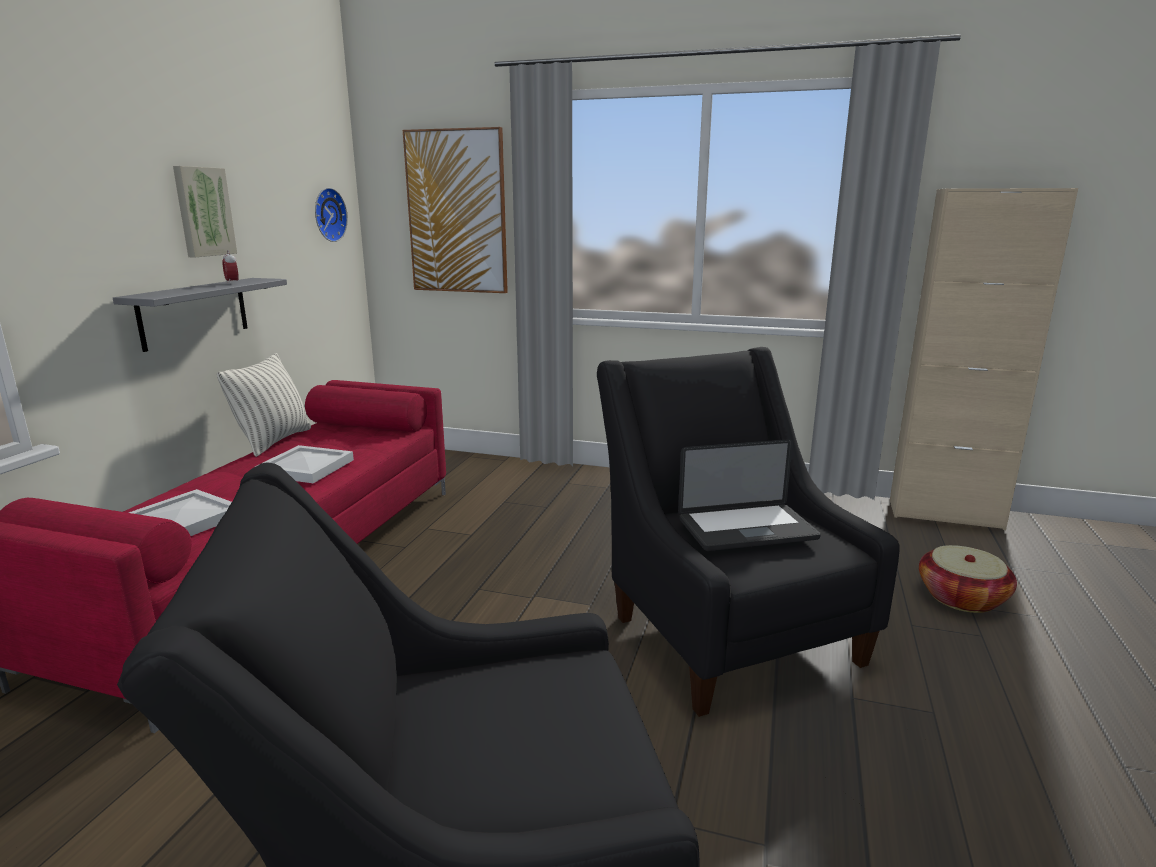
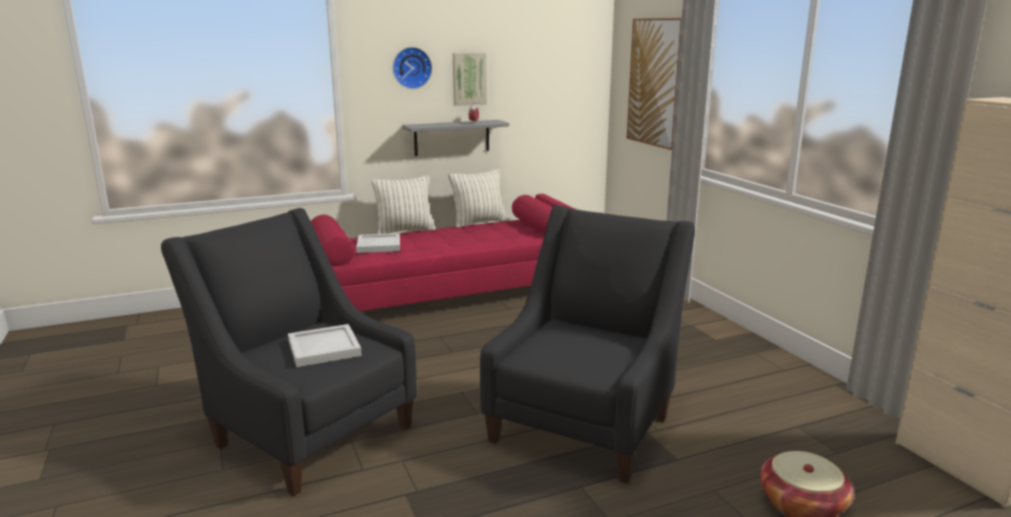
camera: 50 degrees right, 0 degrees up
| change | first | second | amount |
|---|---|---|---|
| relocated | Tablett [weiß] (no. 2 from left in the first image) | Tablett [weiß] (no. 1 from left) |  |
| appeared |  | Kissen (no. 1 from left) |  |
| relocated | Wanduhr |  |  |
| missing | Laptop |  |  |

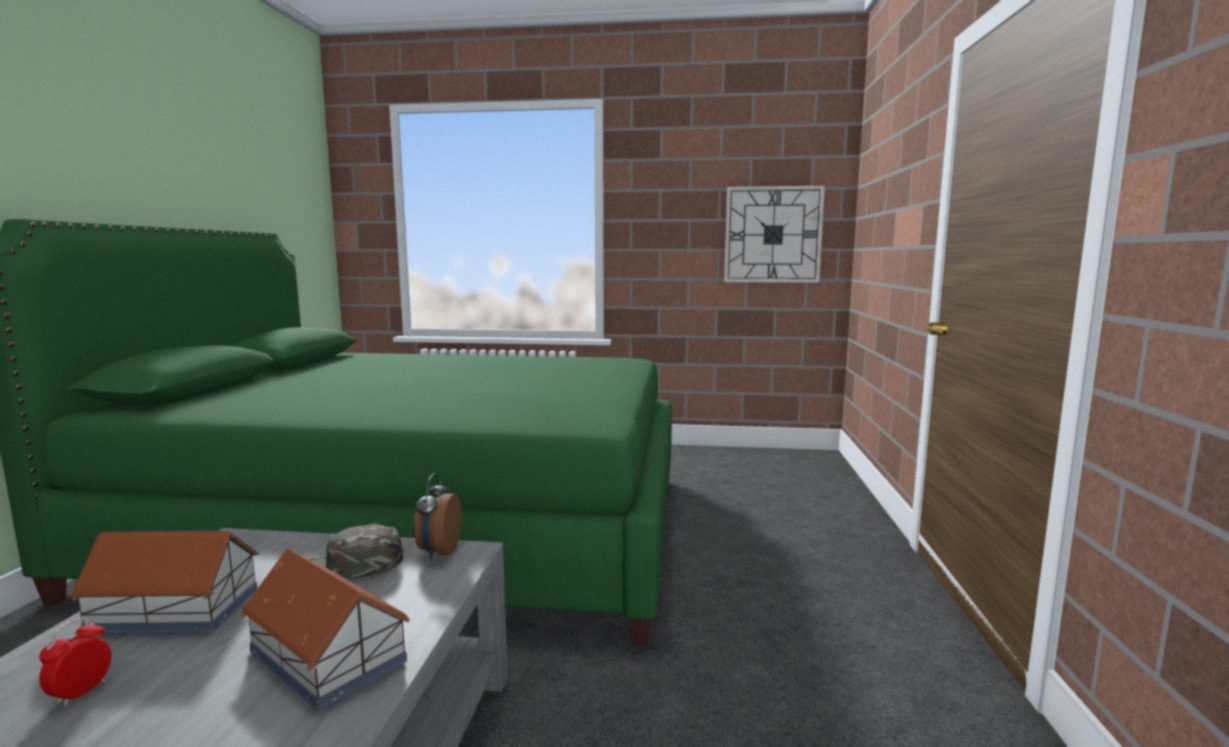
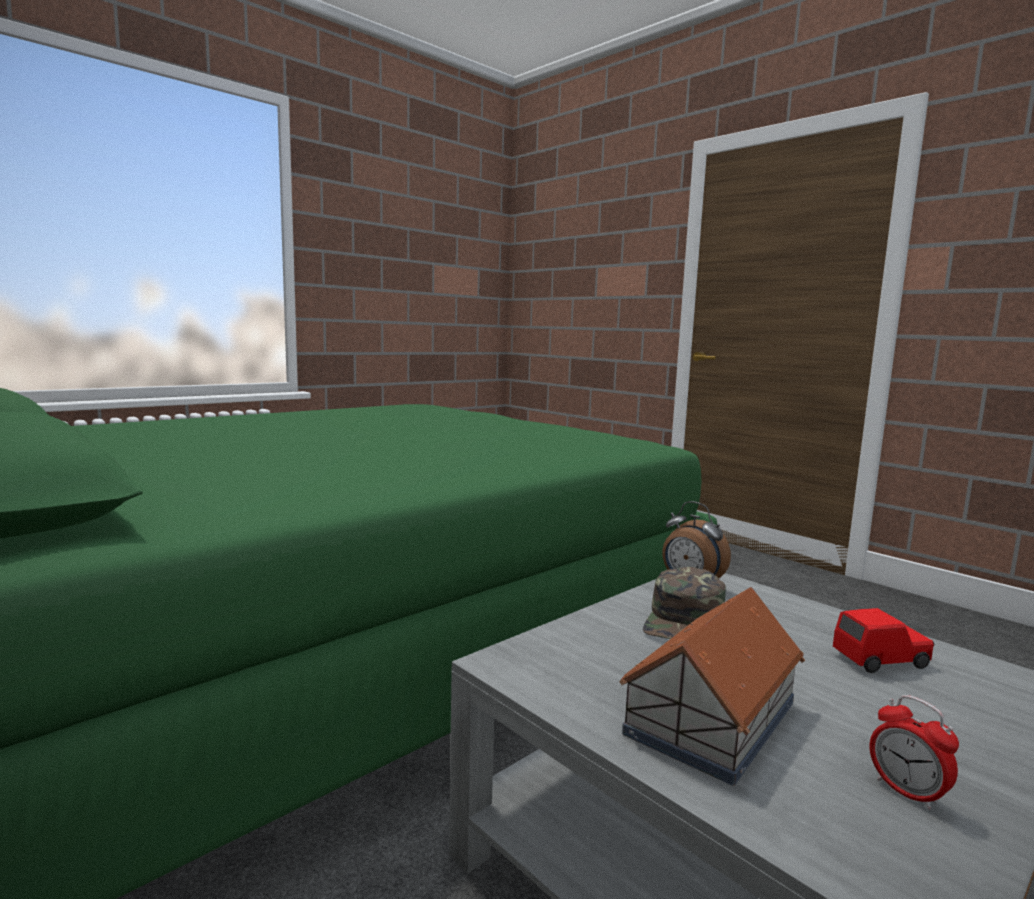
camera: 50 degrees left, 0 degrees up
| change | first | second | amount |
|---|---|---|---|
| exchanged | Spielzeughaus (no. 2 from left) | Spielzeugauto [rot] |  |
| missing | Wanduhr |  |  |

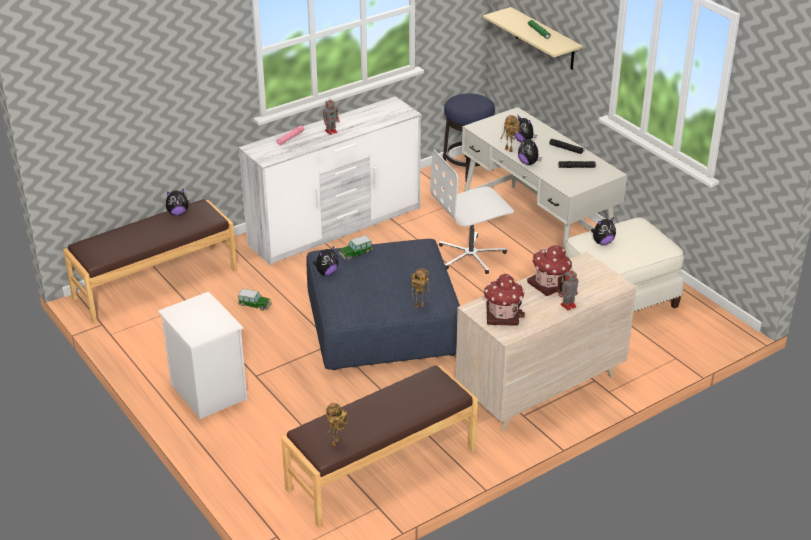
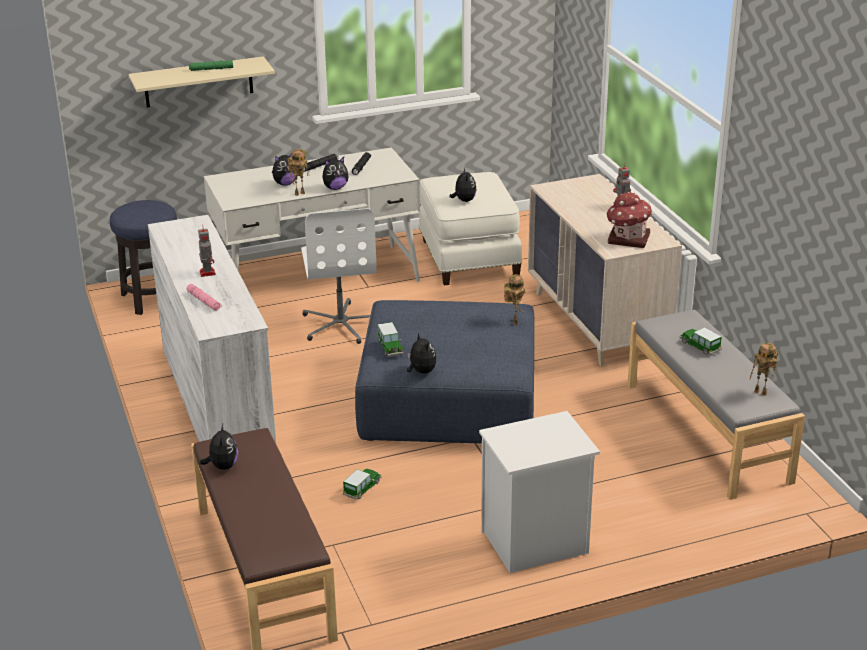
camera: 75 degrees left, 5 degrees down
| change | first | second | amount |
|---|---|---|---|
| colour | Bank [braun] (no. 2 from left) | Bank [grau] |  |
| appeared |  | Spielzeugauto (no. 3 from left) |  |
| missing | Spielzeughaus (no. 2 from left) |  |  |

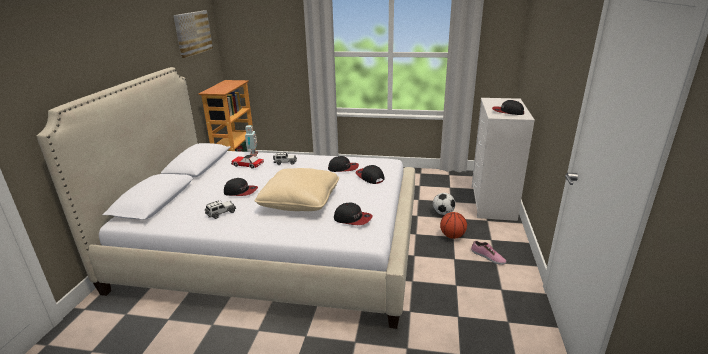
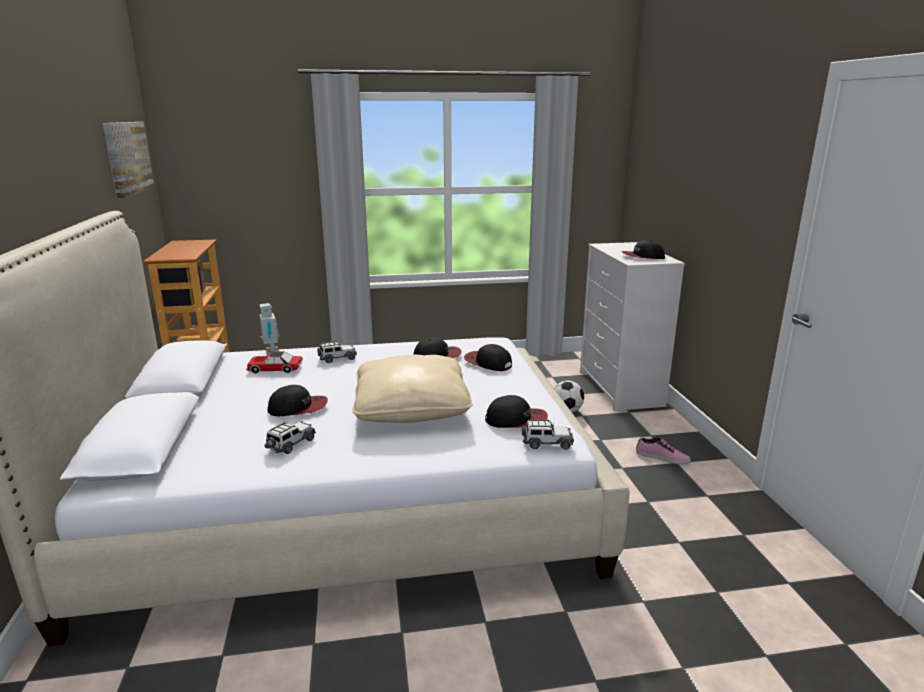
camera: 20 degrees left, 5 degrees down
| change | first | second | amount |
|---|---|---|---|
| appeared |  | Spielzeugauto (no. 4 from left) |  |
| missing | Basketball |  |  |

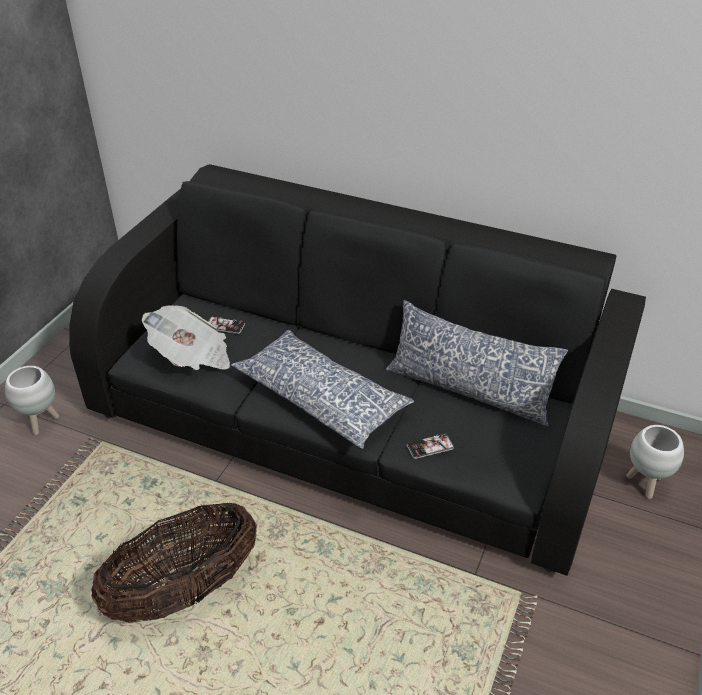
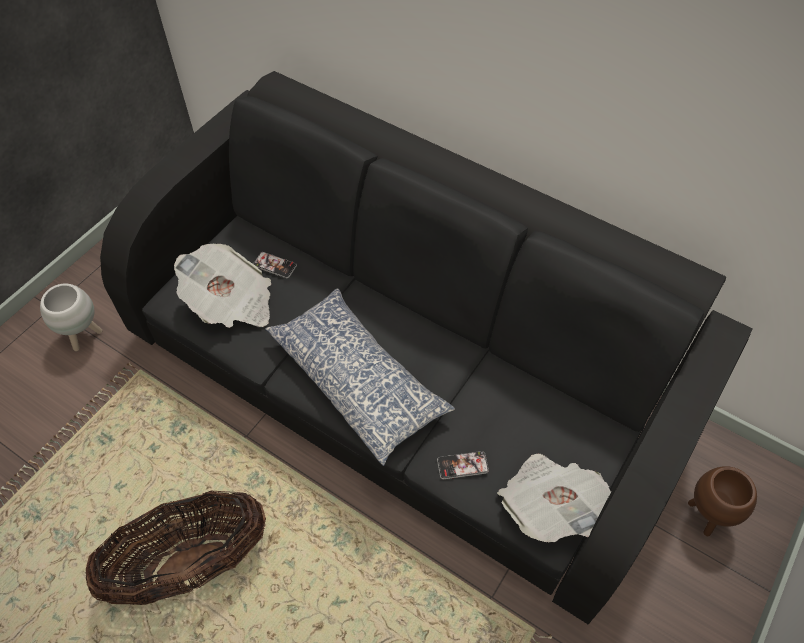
camera: 10 degrees right, 15 degrees up
| change | first | second | amount |
|---|---|---|---|
| appeared |  | Zeitung (no. 2 from left) |  |
| colour | Pflanzkübel [weiß] (no. 2 from left) | Pflanzkübel [braun] |  |
| missing | Kissen (no. 2 from left) |  |  |

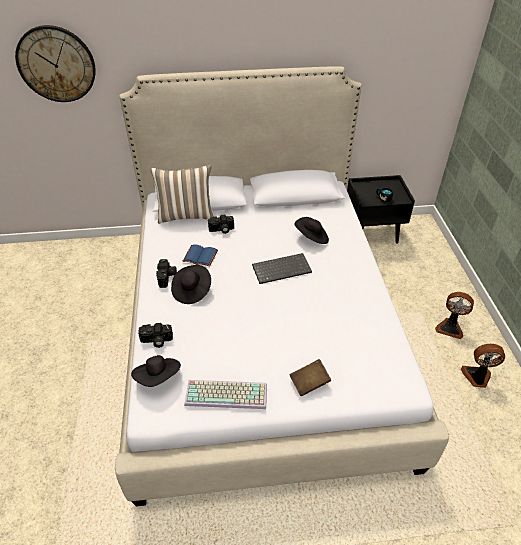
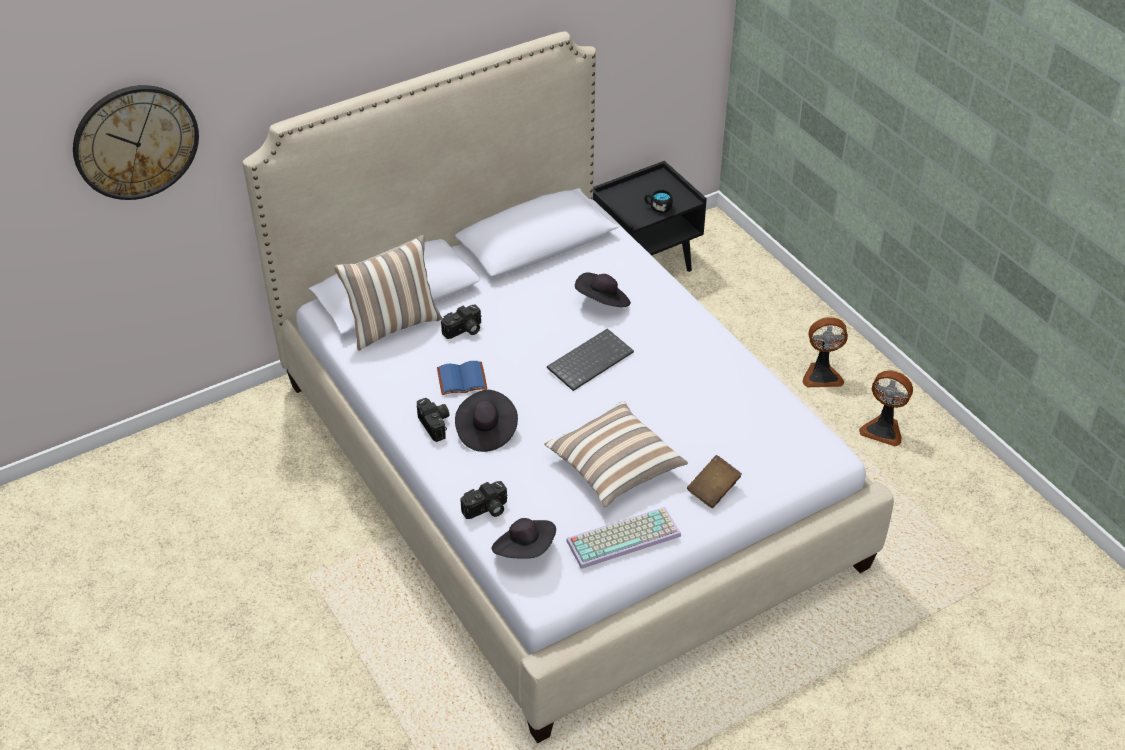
camera: 25 degrees left, 0 degrees up
| change | first | second | amount |
|---|---|---|---|
| appeared |  | Kissen (no. 2 from left) |  |
| spun | Ventilator (no. 2 from left) |  | 135 degrees counterclockwise |

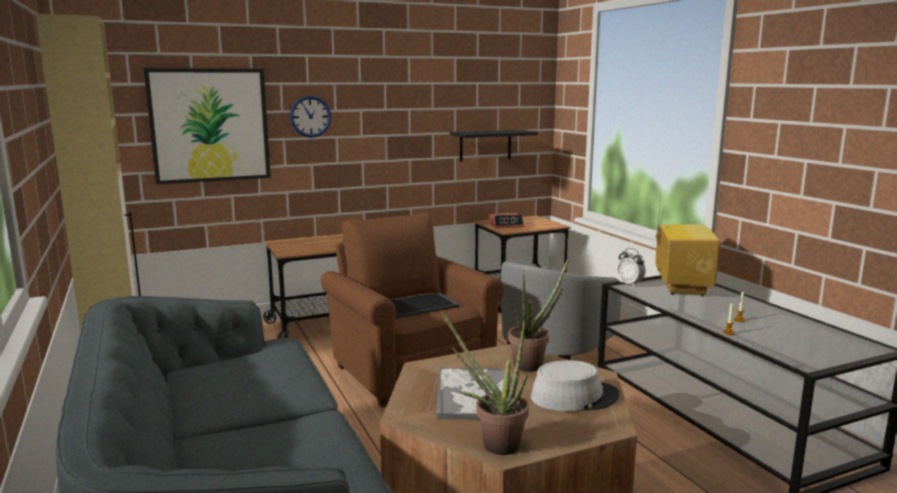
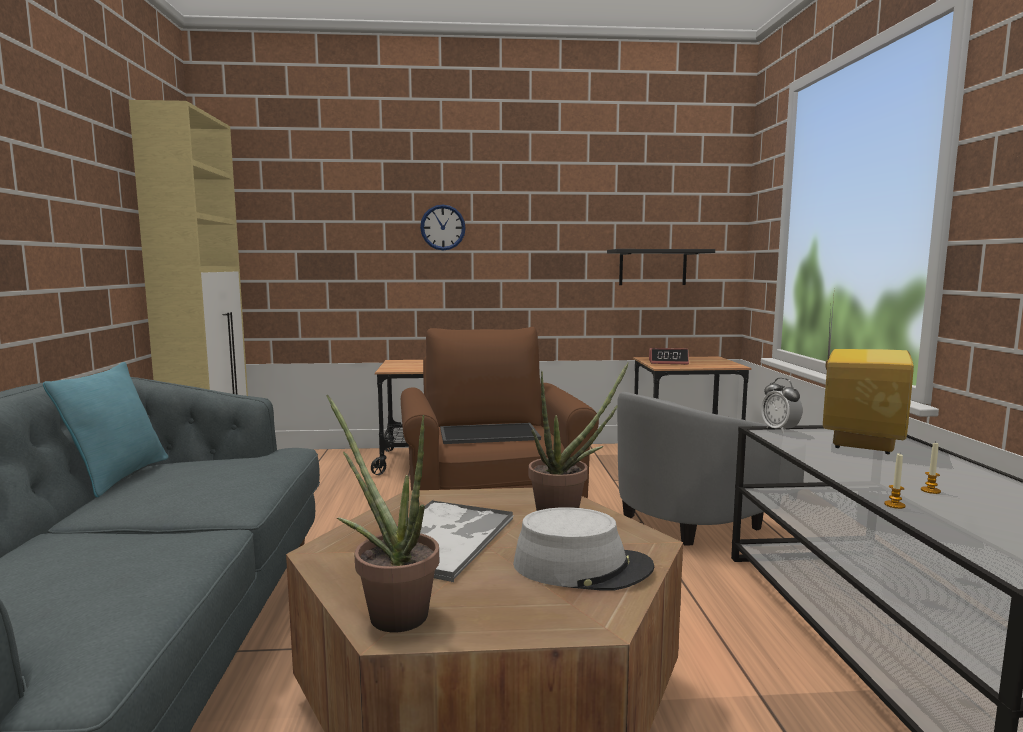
camera: 20 degrees right, 5 degrees down
| change | first | second | amount |
|---|---|---|---|
| appeared |  | Kissen [türkis] |  |
| missing | Bild |  |  |

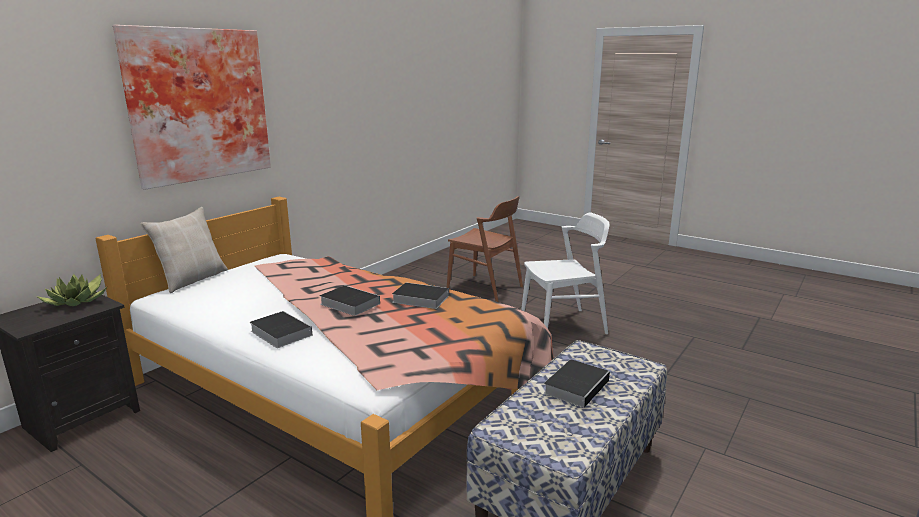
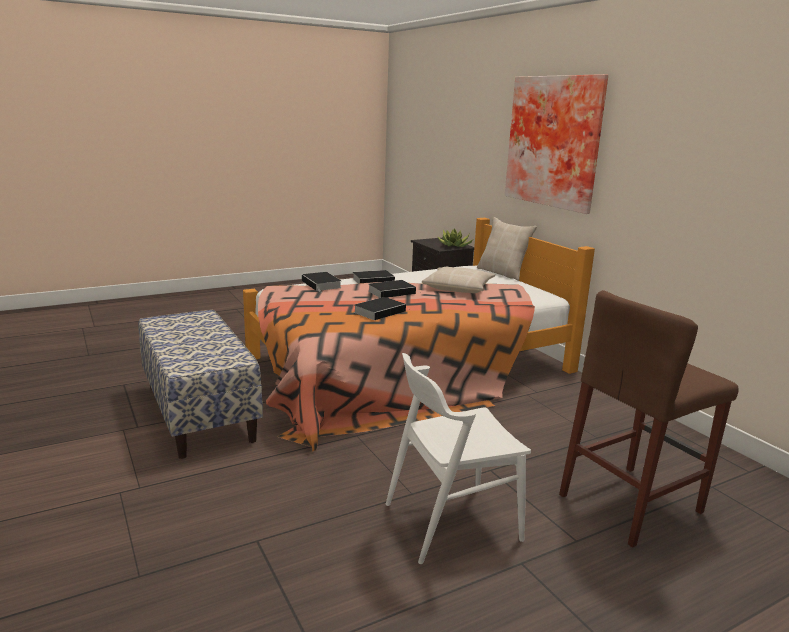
camera: 115 degrees right, 0 degrees up
| change | first | second | amount |
|---|---|---|---|
| relocated | Buch (no. 4 from left in the first image) | Buch (no. 1 from left) |  |
| spun | Stuhl [weiß] |  | 60 degrees clockwise |
| appeared |  | Kissen [beige] (no. 1 from left) |  |
| exchanged | Stuhl [braun] | Hocker [braun] |  |

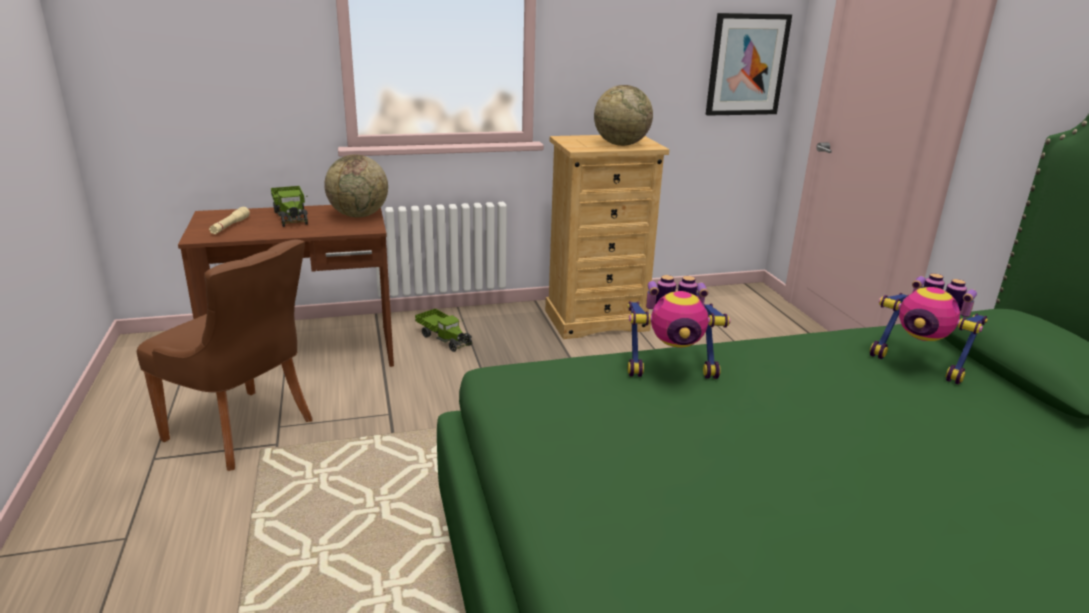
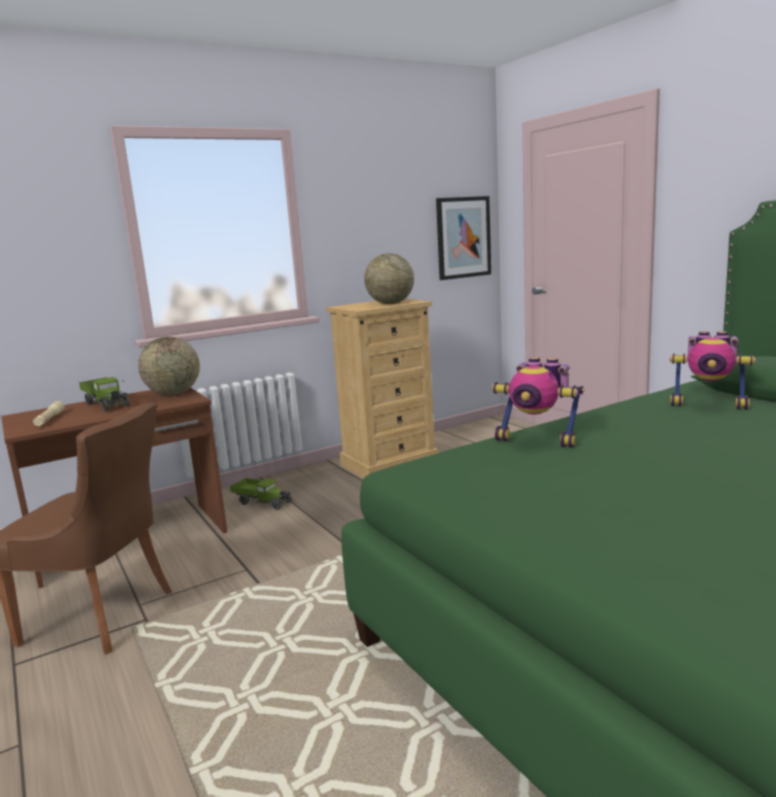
camera: 15 degrees left, 10 degrees down
| change | first | second | amount |
|---|---|---|---|
| spun | Spielzeugroboter (no. 1 from left) |  | 45 degrees clockwise |

